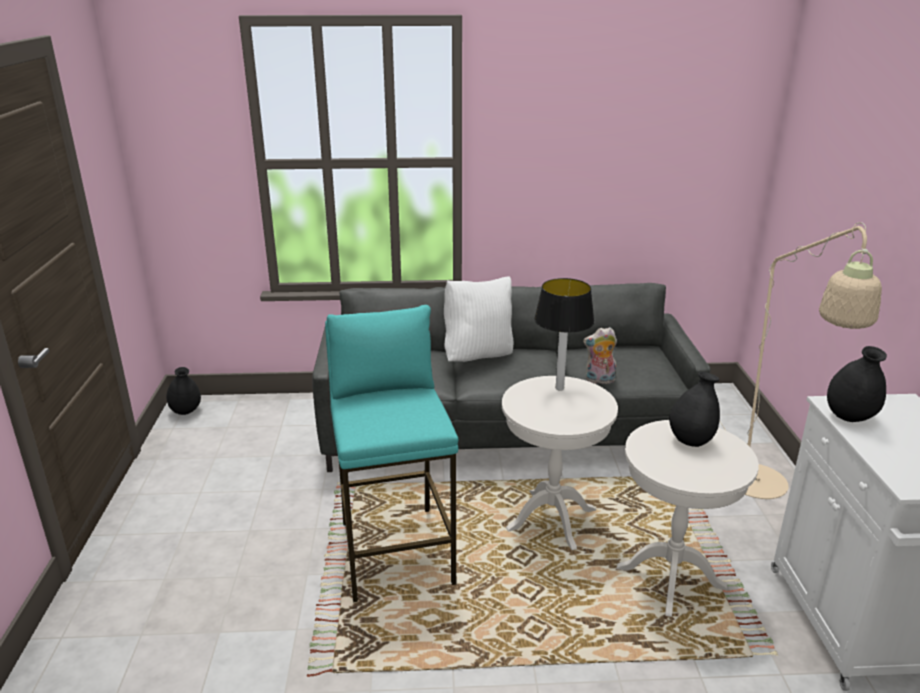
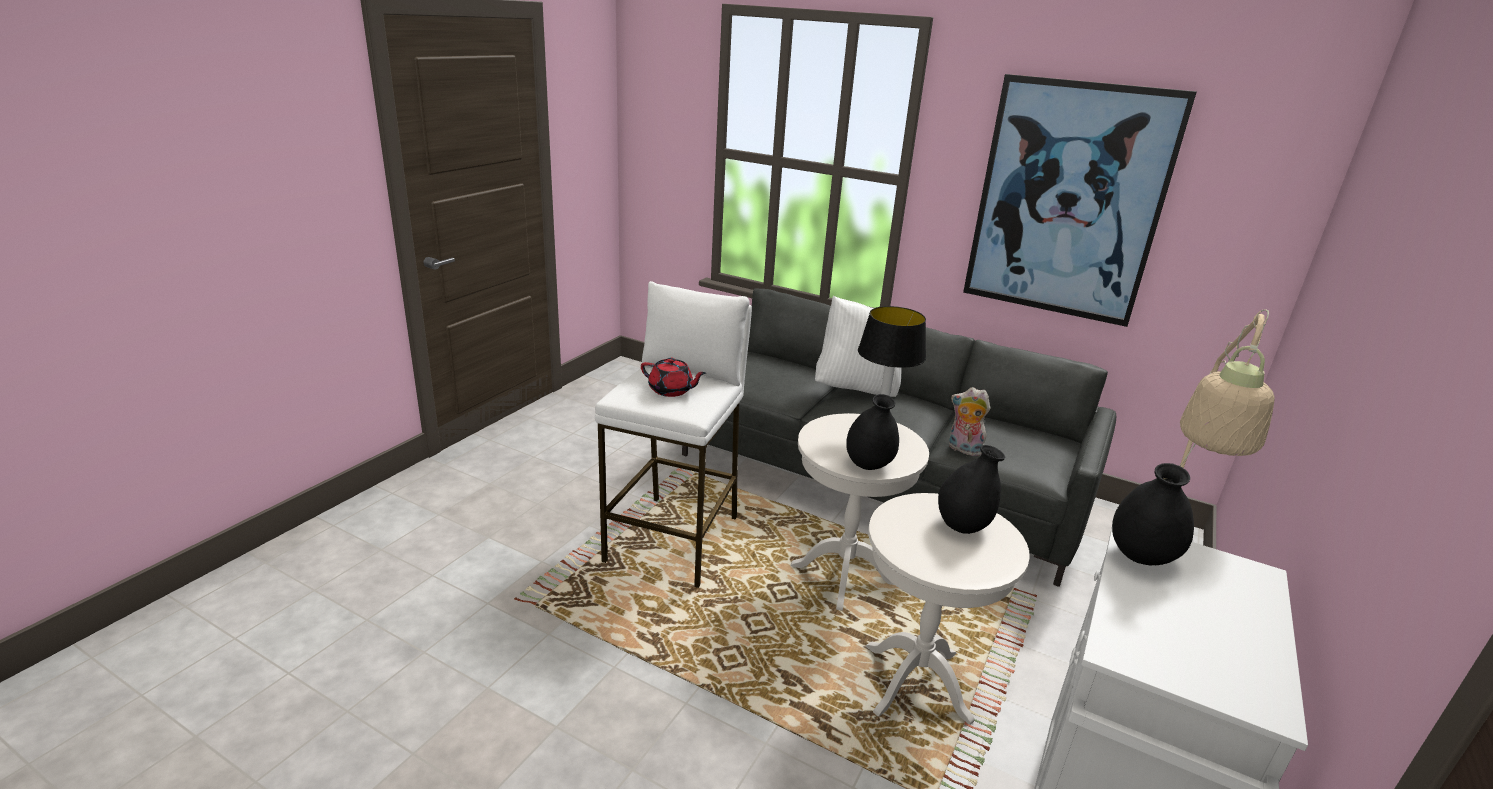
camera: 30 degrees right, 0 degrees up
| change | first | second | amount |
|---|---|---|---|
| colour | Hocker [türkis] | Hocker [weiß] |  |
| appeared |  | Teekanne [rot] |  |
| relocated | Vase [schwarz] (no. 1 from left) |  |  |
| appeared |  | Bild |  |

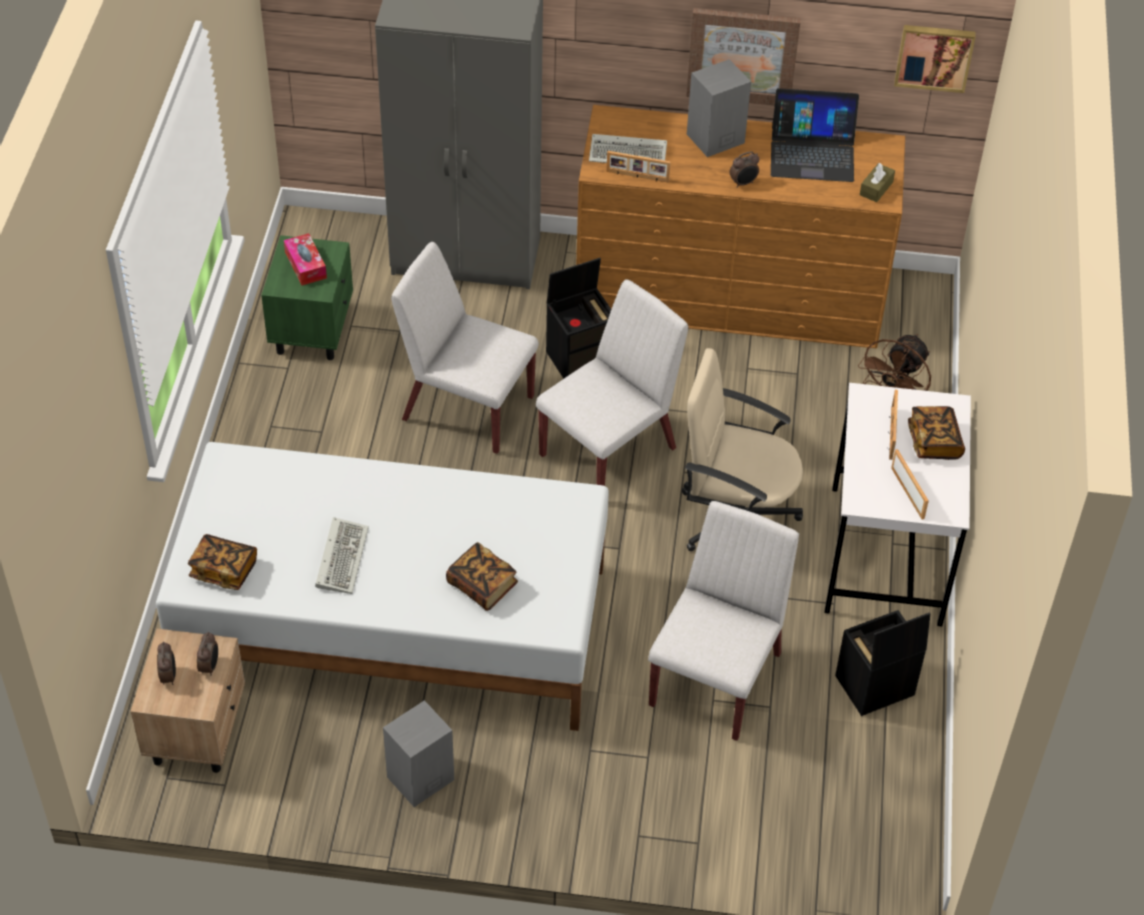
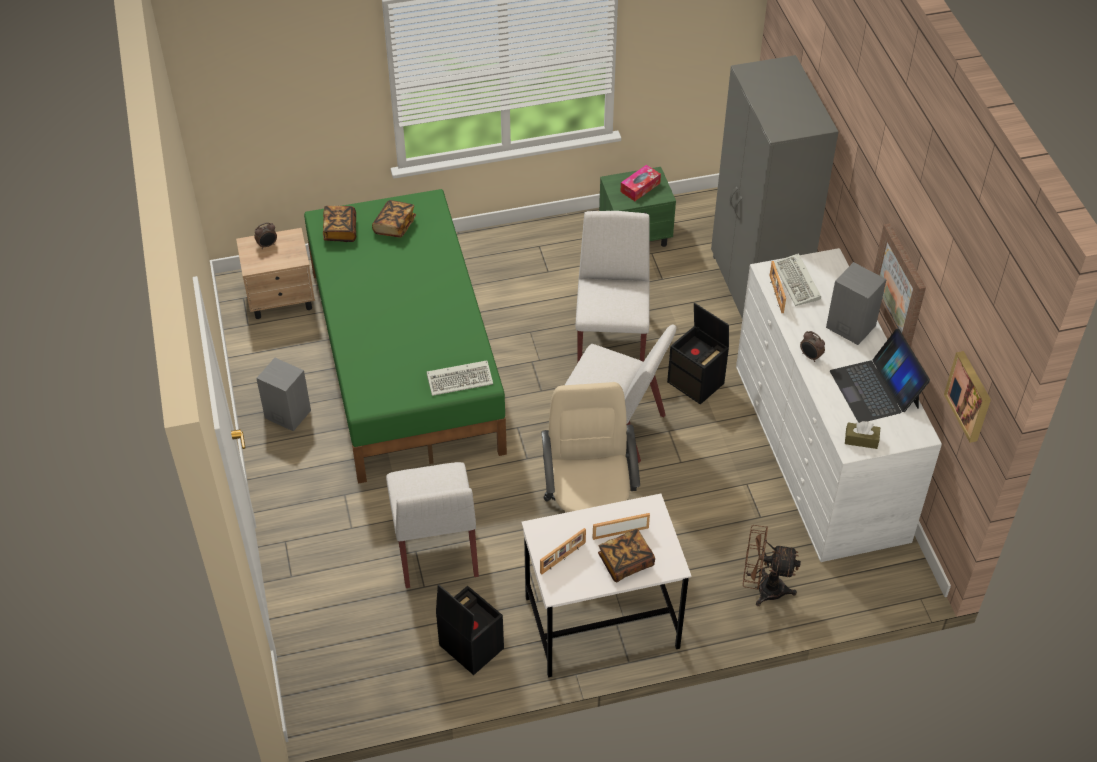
camera: 70 degrees right, 0 degrees up
| change | first | second | amount |
|---|---|---|---|
| colour | Bett [weiß] | Bett [grün] |  |
| relocated | Buch (no. 2 from left) |  |  |
| spun | Stuhl [weiß] (no. 3 from left in the first image) | Stuhl [weiß] (no. 1 from left) | 75 degrees clockwise |
| relocated | Tastatur (no. 1 from left) |  |  |
| colour | Kommode [braun] | Kommode [weiß] |  |
| missing | Wecker (no. 2 from left) |  |  |

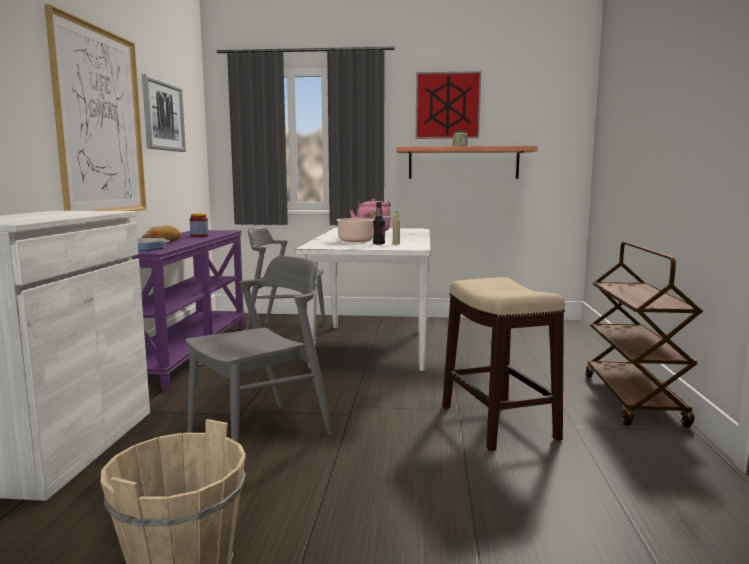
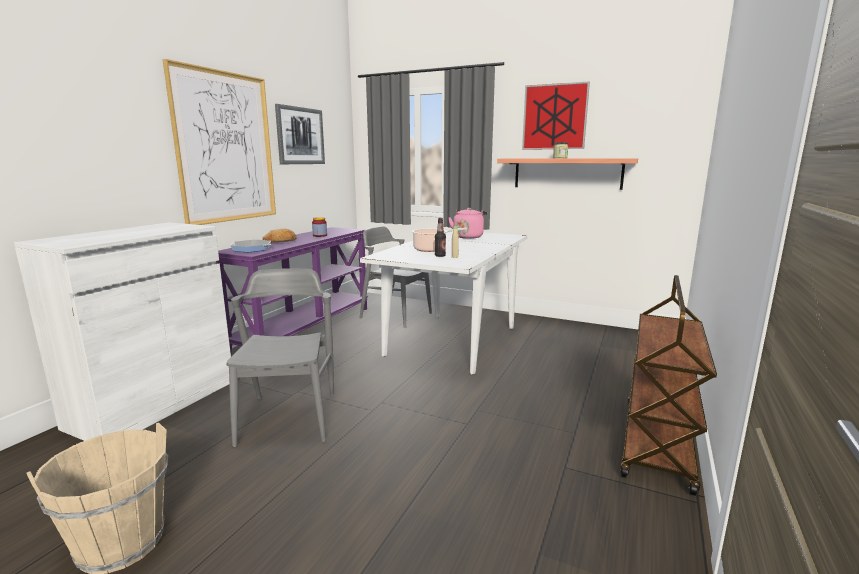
camera: 20 degrees right, 5 degrees up
| change | first | second | amount |
|---|---|---|---|
| spun | Stuhl [grau] (no. 1 from left) |  | 75 degrees counterclockwise |
| missing | Hocker |  |  |

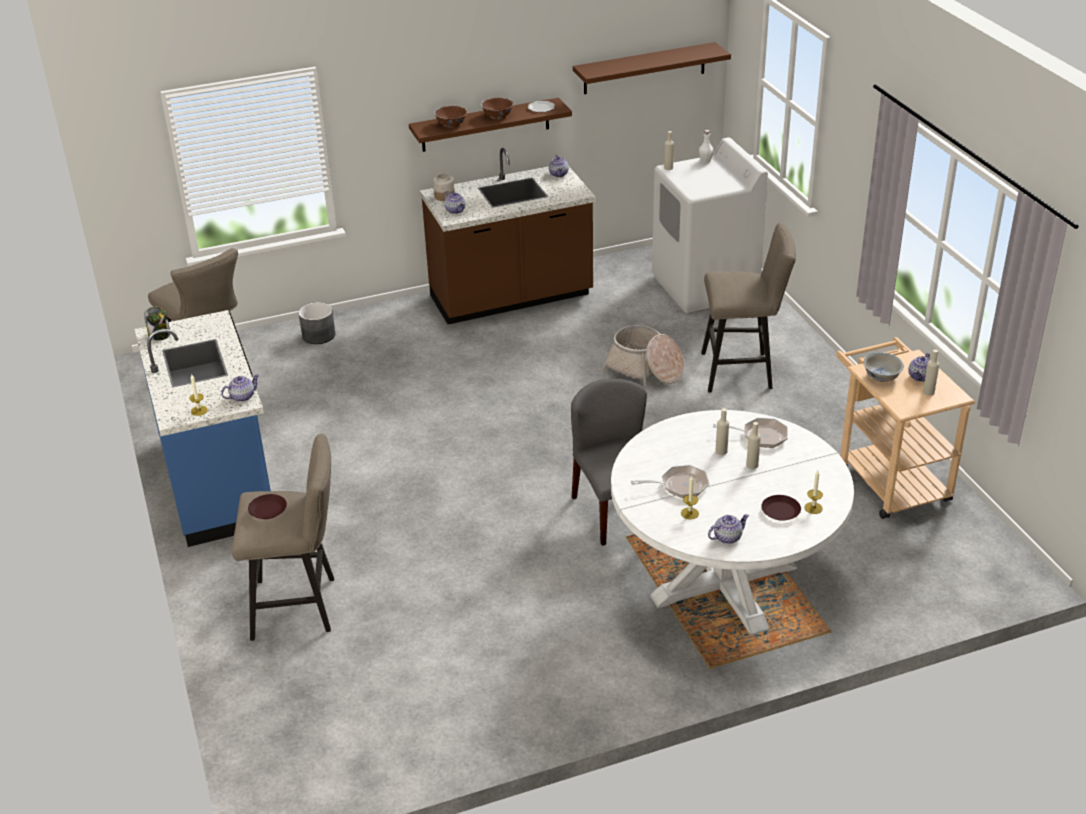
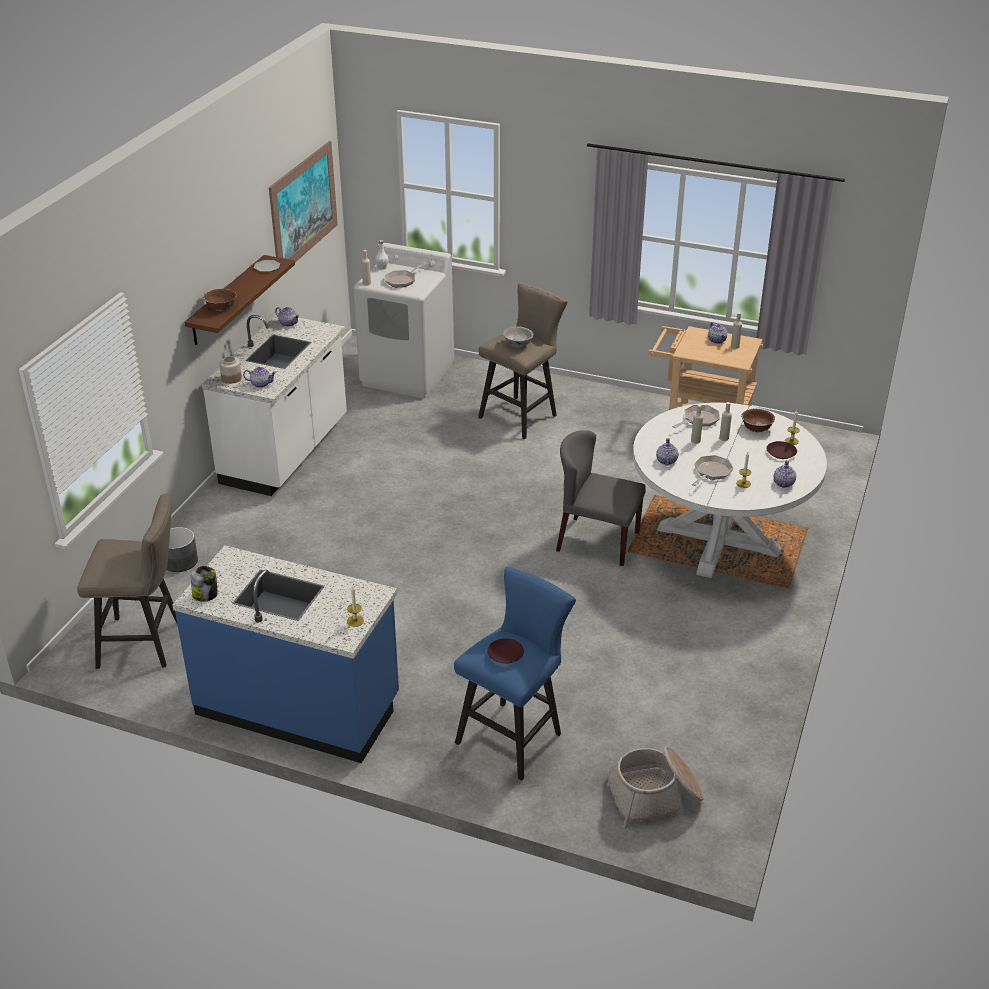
camera: 50 degrees left, 0 degrees up
| change | first | second | amount |
|---|---|---|---|
| colour | Küchenzeile [braun] | Küchenzeile [weiß] |  |
| exchanged | Wandregal [braun] (no. 2 from left) | Bild |  |
| appeared |  | Pfanne (no. 1 from left) |  |
| colour | Hocker [beige] (no. 2 from left) | Hocker [blau] |  |
| relocated | Schüssel [weiß] |  |  |
| relocated | Korb |  |  |
| relocated | Teekanne (no. 1 from left in the first image) | Teekanne (no. 3 from left) |  |
| relocated | Schüssel [braun] (no. 2 from left) |  |  |

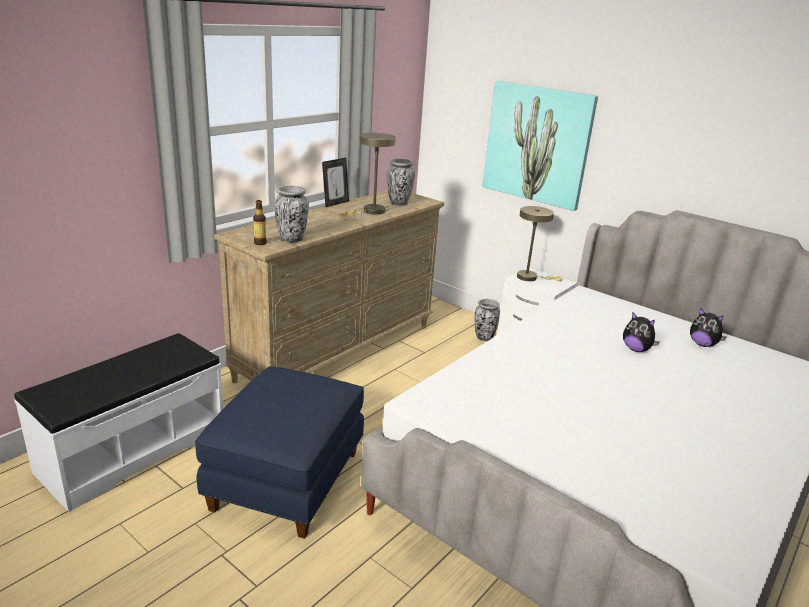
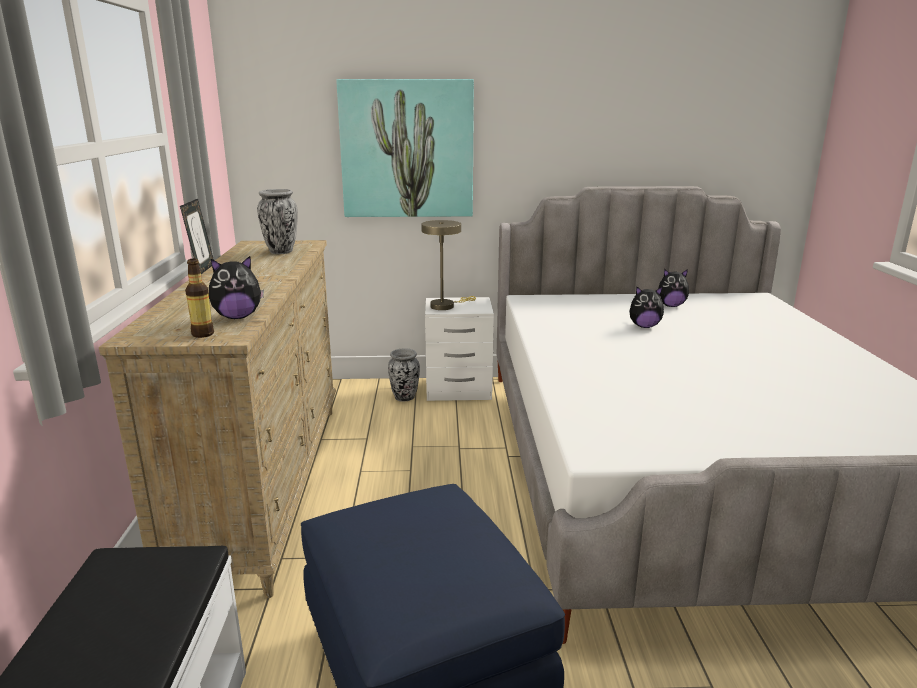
camera: 40 degrees left, 5 degrees down
| change | first | second | amount |
|---|---|---|---|
| exchanged | Vase (no. 1 from left) | Plüschtier (no. 1 from left) |  |
| missing | Tischlampe [beige] (no. 1 from left) |  |  |

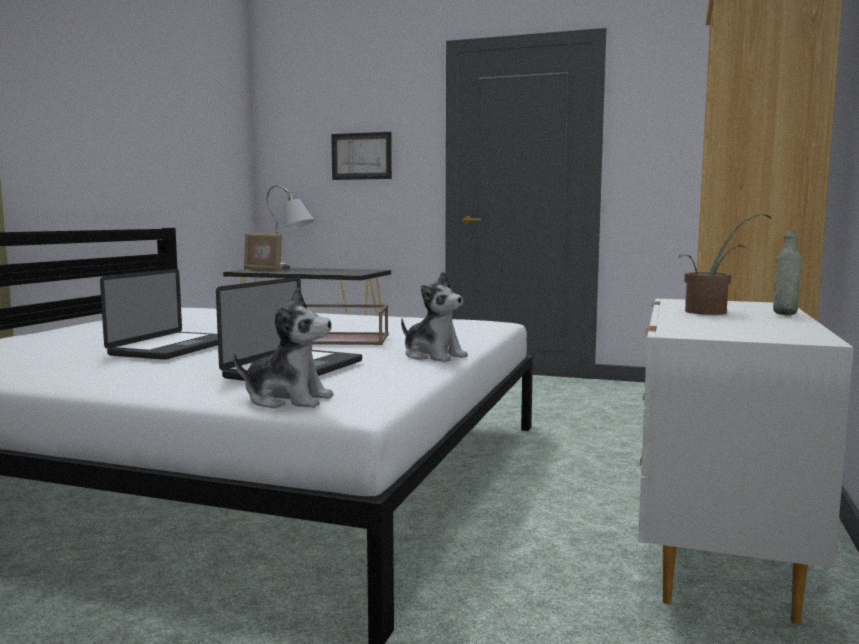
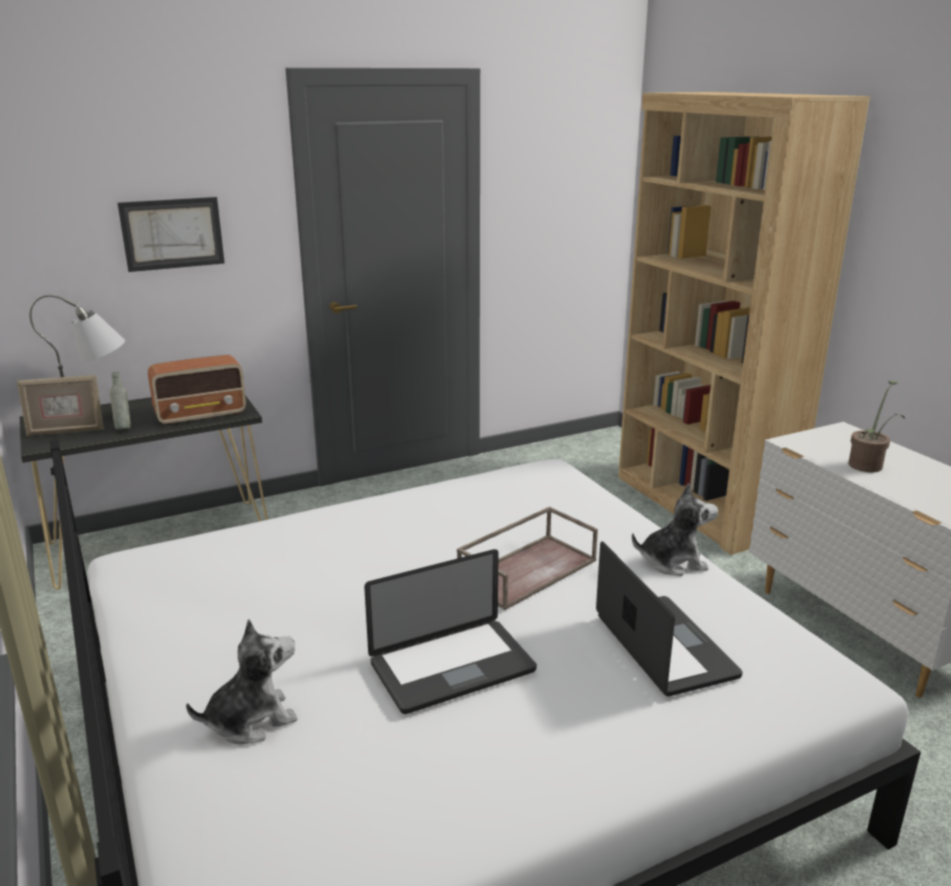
camera: 45 degrees left, 15 degrees up
| change | first | second | amount |
|---|---|---|---|
| relocated | Flasche [grau] |  |  |
| appeared |  | Radio |  |
| relocated | Plüschtier (no. 1 from left) |  |  |
| spun | Laptop (no. 1 from left) |  | 90 degrees clockwise |

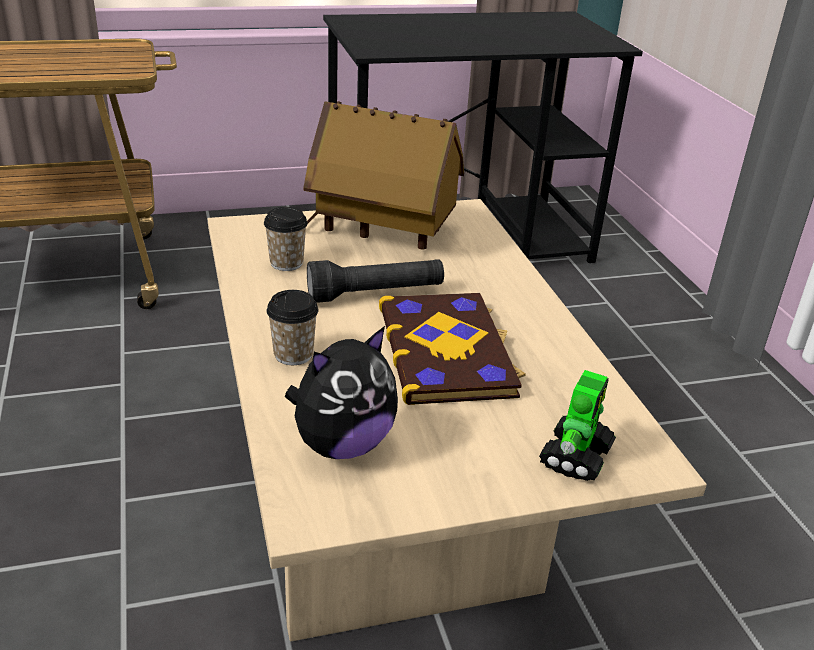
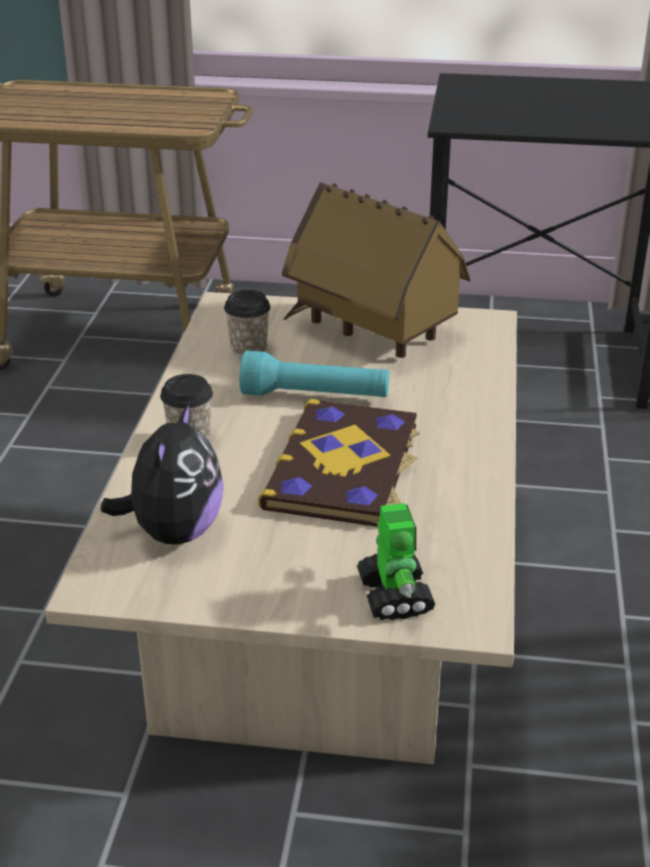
camera: 25 degrees right, 0 degrees up
| change | first | second | amount |
|---|---|---|---|
| spun | Plüschtier |  | 60 degrees counterclockwise |
| colour | Taschenlampe [schwarz] | Taschenlampe [türkis] |  |
| spun | Spielzeugroboter |  | 60 degrees counterclockwise |

